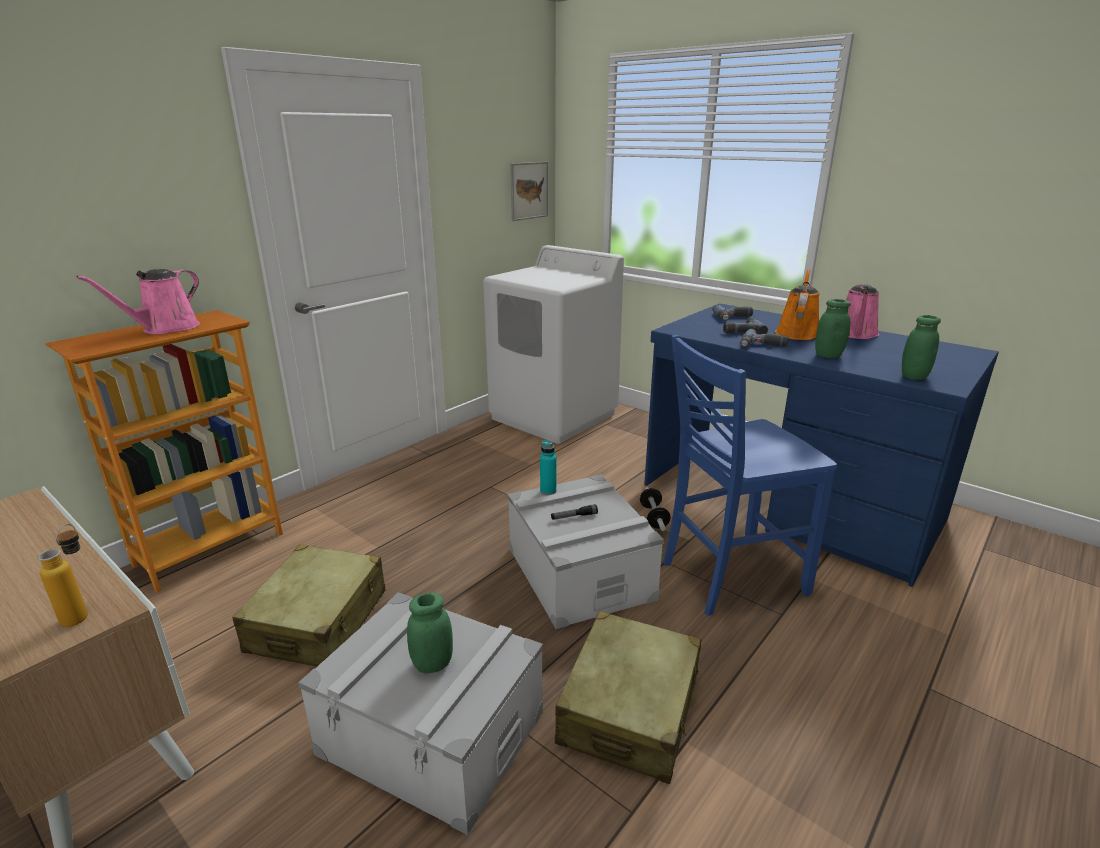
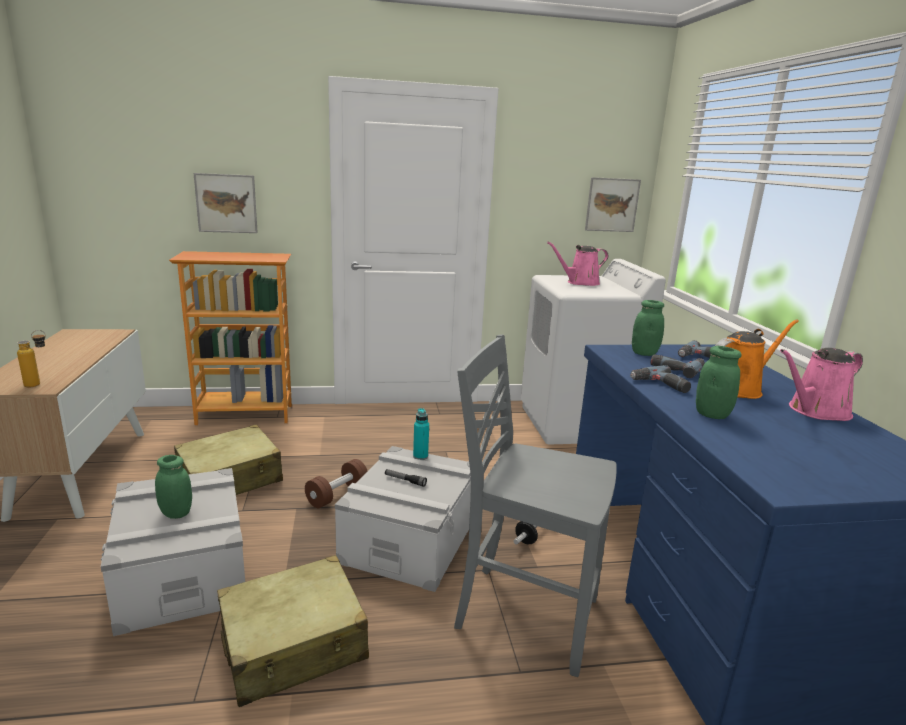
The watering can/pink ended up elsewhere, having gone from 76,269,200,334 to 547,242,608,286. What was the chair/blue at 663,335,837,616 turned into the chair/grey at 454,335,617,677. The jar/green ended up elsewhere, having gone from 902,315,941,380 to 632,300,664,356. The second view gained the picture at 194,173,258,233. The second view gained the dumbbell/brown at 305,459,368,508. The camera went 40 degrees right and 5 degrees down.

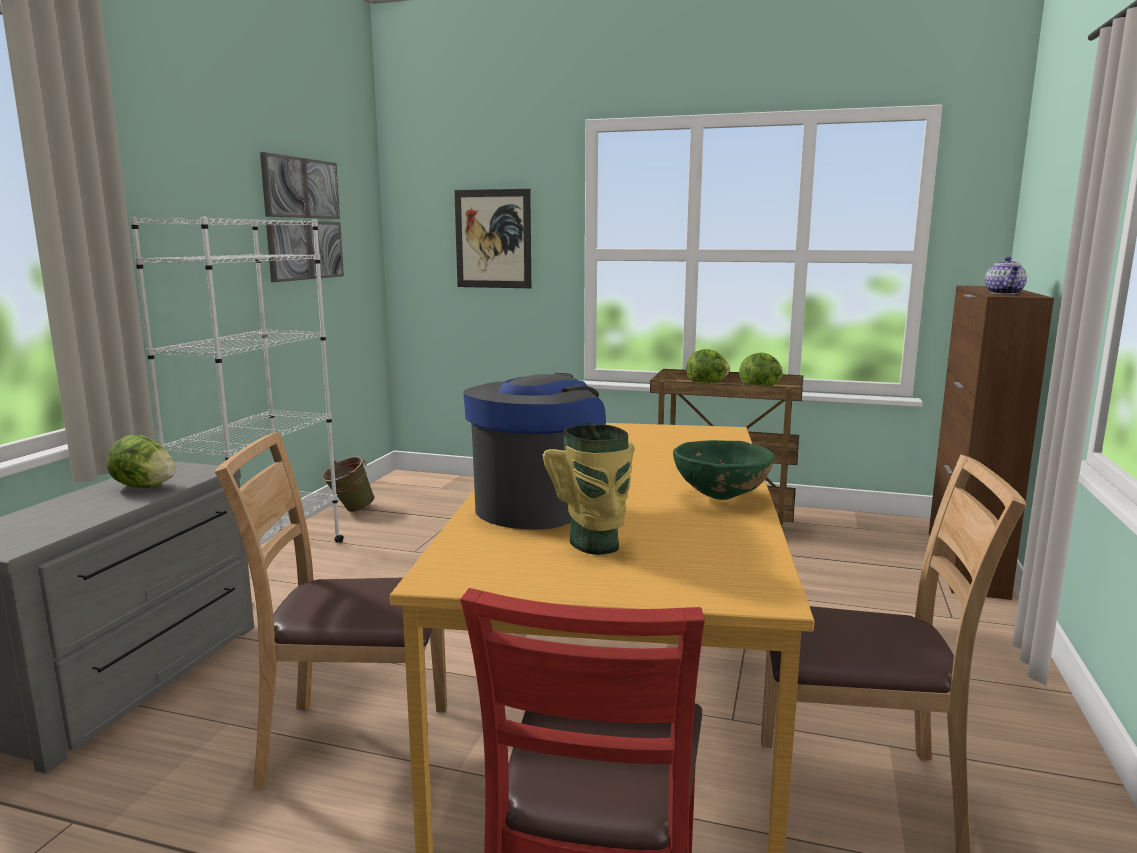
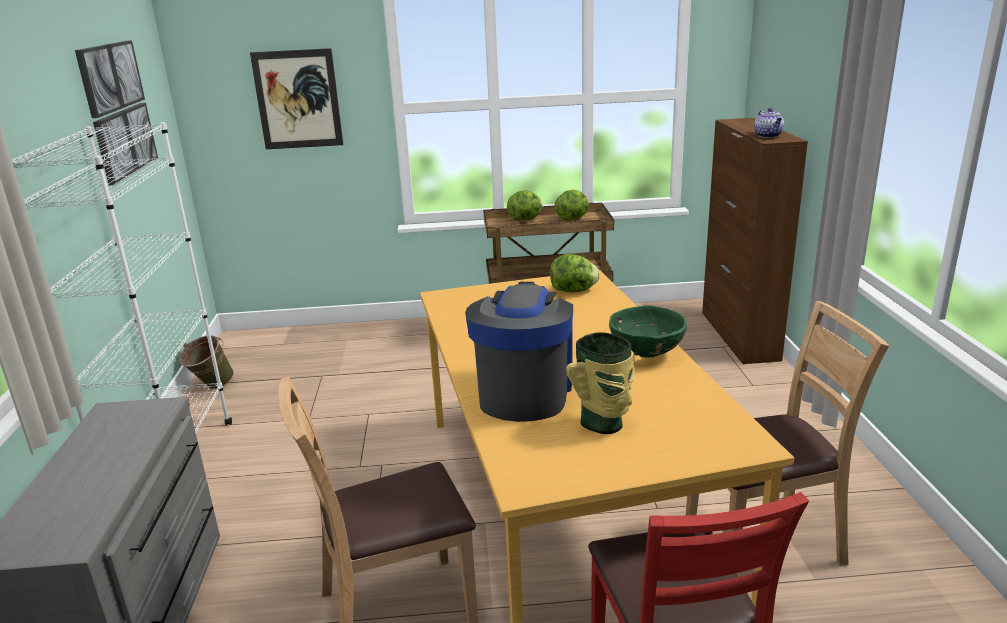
The lettuce ended up elsewhere, having gone from 106,435,176,488 to 550,254,600,292. The camera went 20 degrees left and 10 degrees up.

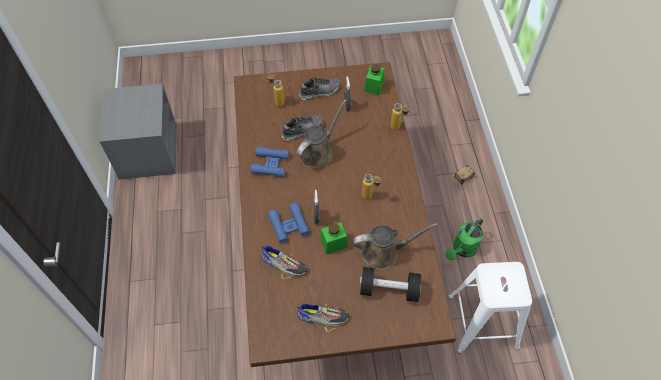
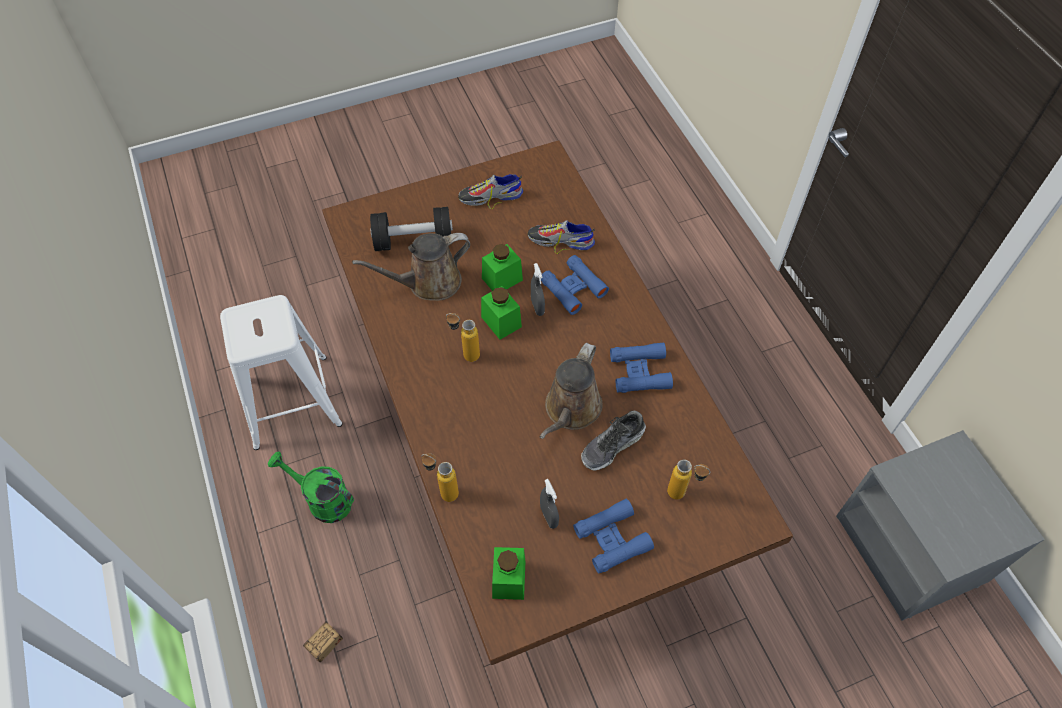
Where the shoe stood at 299,77,340,100, the binoculars/blue came to stand at 573,499,654,574. The watering can/green at 445,218,483,260 ended up facing another way, 90 degrees counterclockwise from before. The second view gained the jar/green at 481,286,522,340. The camera went 165 degrees right and 0 degrees up.

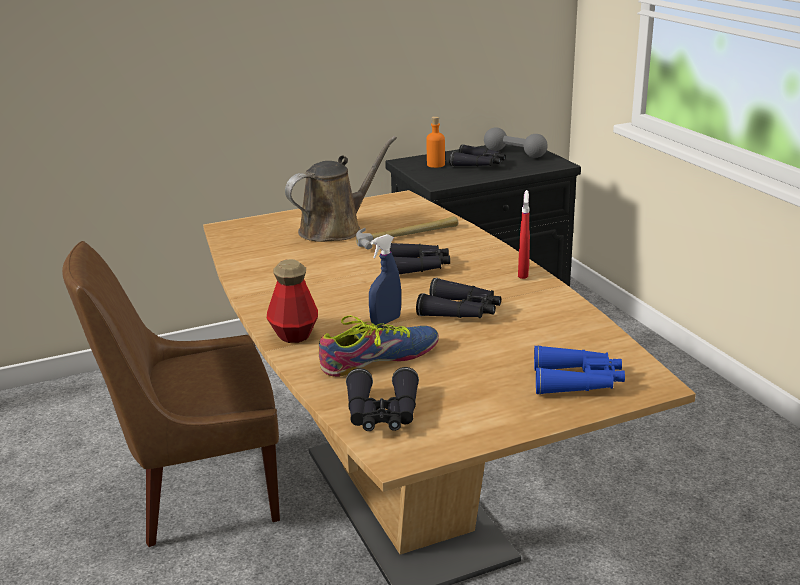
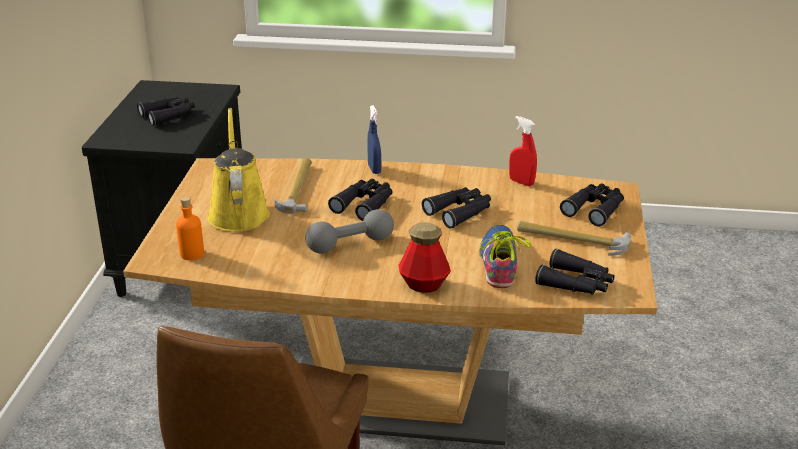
What was the watering can/brown at 285,136,397,242 turned into the watering can/yellow at 207,108,270,232. The spray bottle/blue ended up elsewhere, having gone from 369,234,401,326 to 367,105,381,174. The bottle/orange ended up elsewhere, having gone from 426,116,445,168 to 176,196,204,260. The dumbbell/grey ended up elsewhere, having gone from 484,127,548,158 to 305,209,394,253. The spray bottle/red ended up elsewhere, having gone from 518,190,530,279 to 509,116,537,186. What was the binoculars/blue at 534,345,625,395 turned into the binoculars/black at 560,183,624,226. The second view gained the hammer at 517,220,631,256. The camera went 60 degrees left and 5 degrees up.

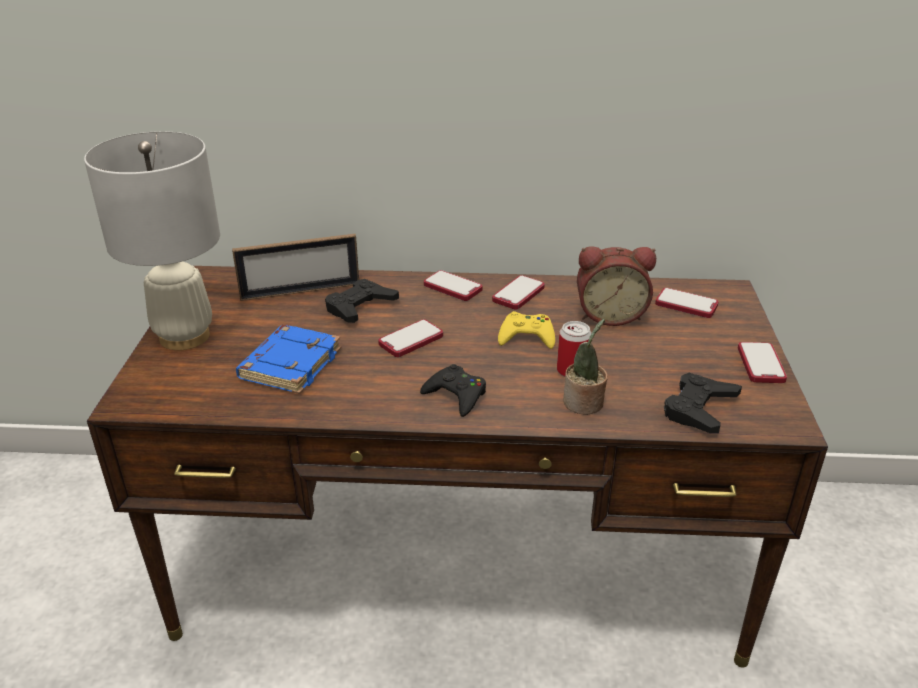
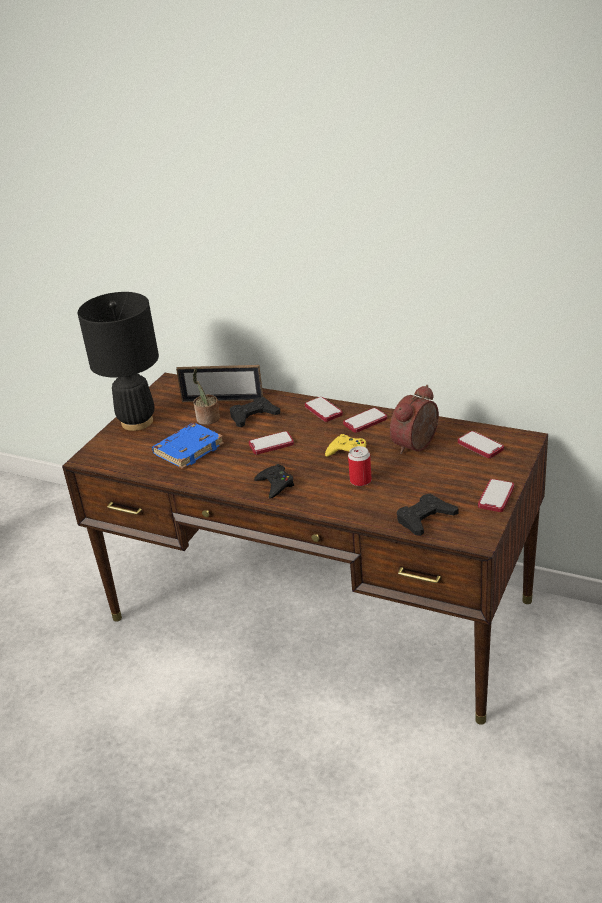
What was the table lamp/white at 84,131,220,350 turned into the table lamp/black at 78,292,159,431. The potted plant ended up elsewhere, having gone from 563,319,608,415 to 193,367,220,425. The alarm clock at 577,246,656,326 ended up facing another way, 105 degrees clockwise from before. The camera went 25 degrees right and 0 degrees up.

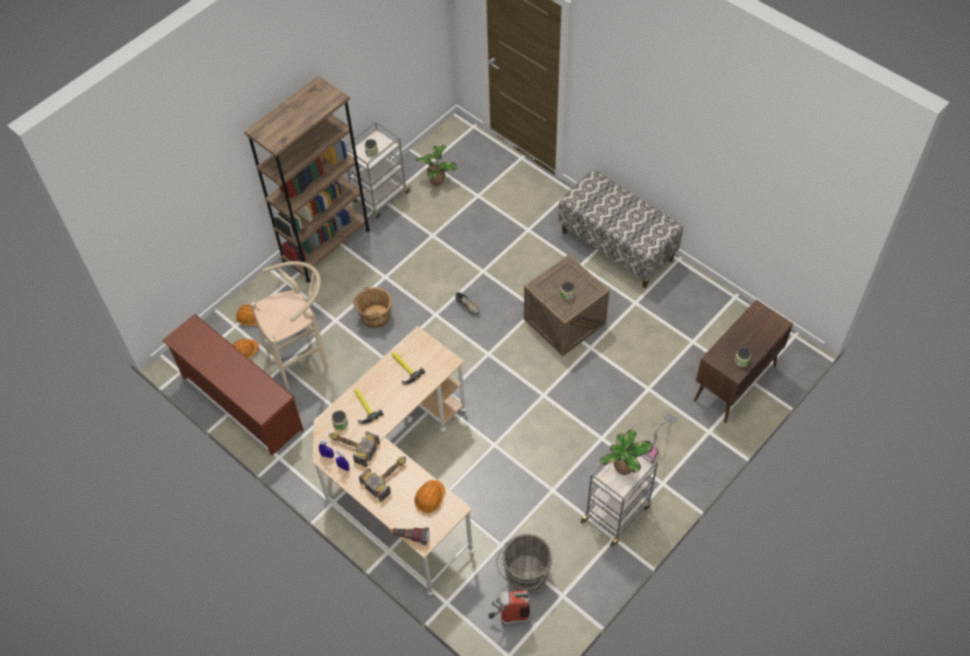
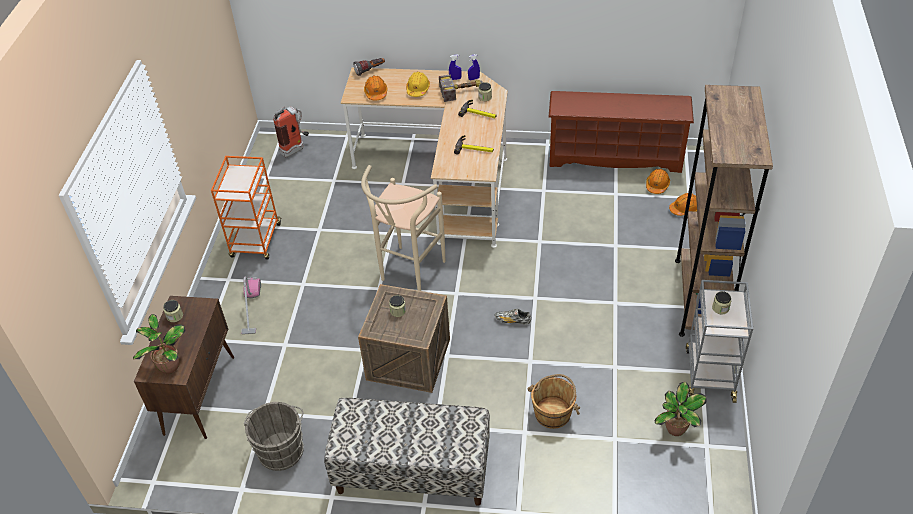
The stool/beige ended up elsewhere, having gone from 251,261,328,390 to 361,165,445,291. The bucket/brown ended up elsewhere, having gone from 353,287,391,328 to 527,374,580,429. Where the hammer stood at 359,456,406,502, the hard hat/yellow came to stand at 406,72,430,97. The bucket/grey ended up elsewhere, having gone from 496,534,552,593 to 244,402,304,471. What was the cart/grey at 580,443,658,547 turned into the cart/orange at 211,156,281,260. The potted plant ended up elsewhere, having gone from 600,429,653,475 to 133,314,186,374. The camera went 145 degrees right and 10 degrees down.

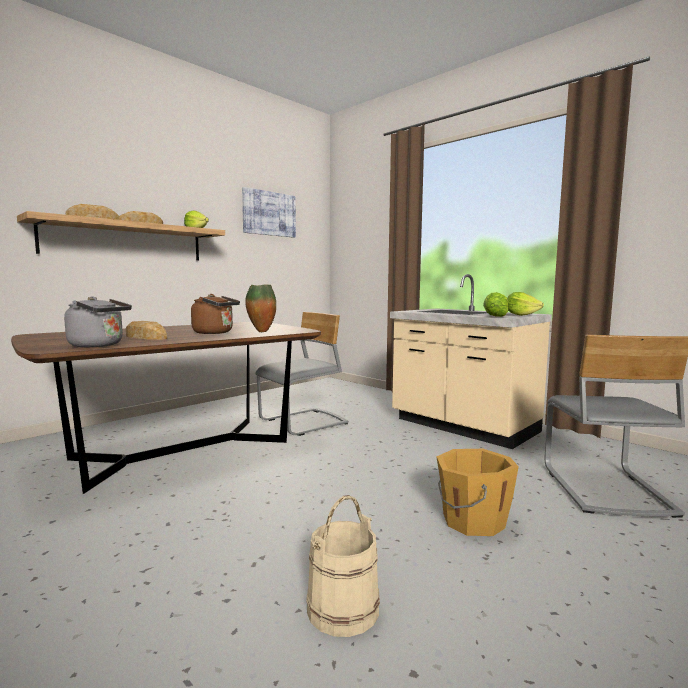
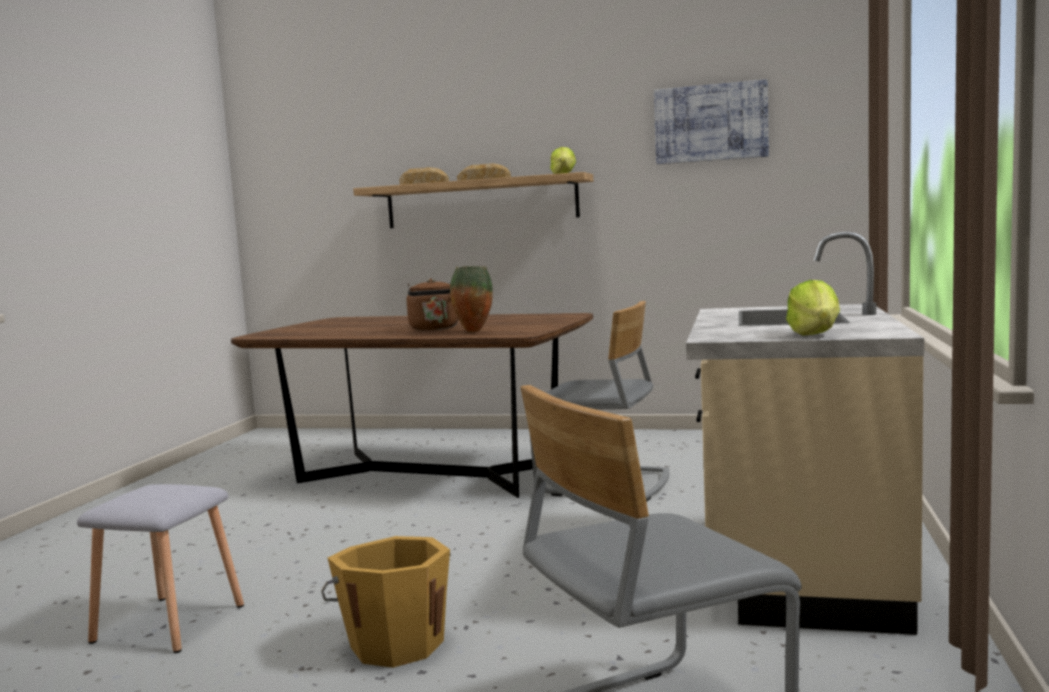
The second view lost the kettle/grey at 64,296,132,347. The second view lost the bread at 126,321,167,340. Where the bucket/beige stood at 306,495,380,637, the stool/grey came to stand at 77,484,244,653. The second view lost the lettuce at 483,292,508,317. The camera went 60 degrees right and 0 degrees up.

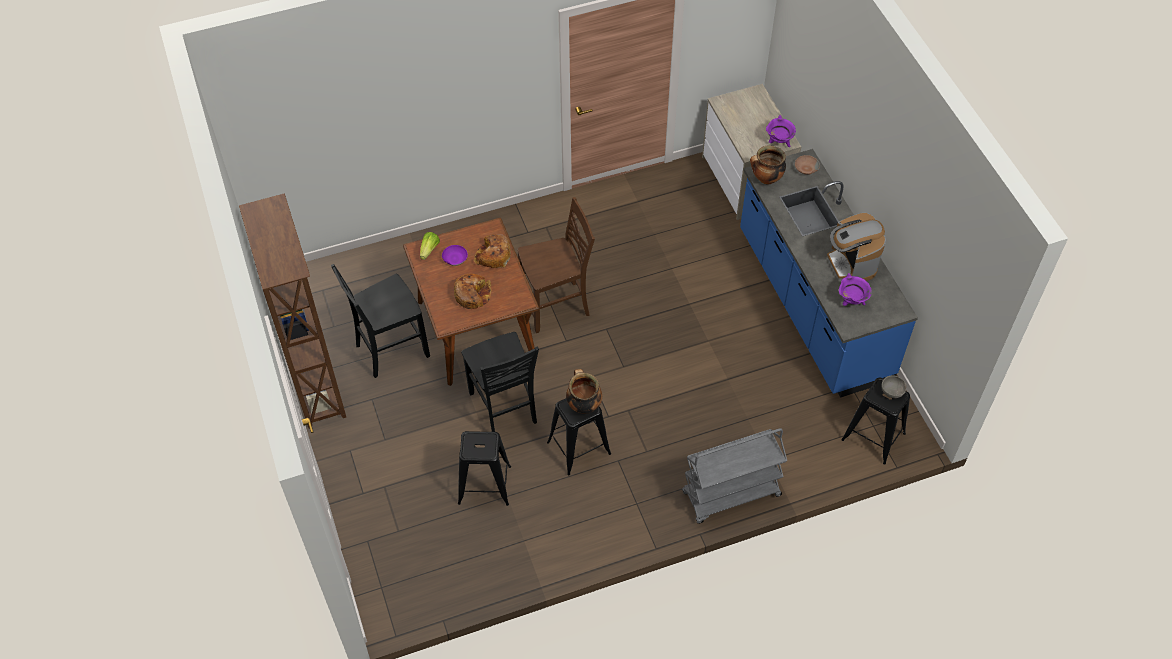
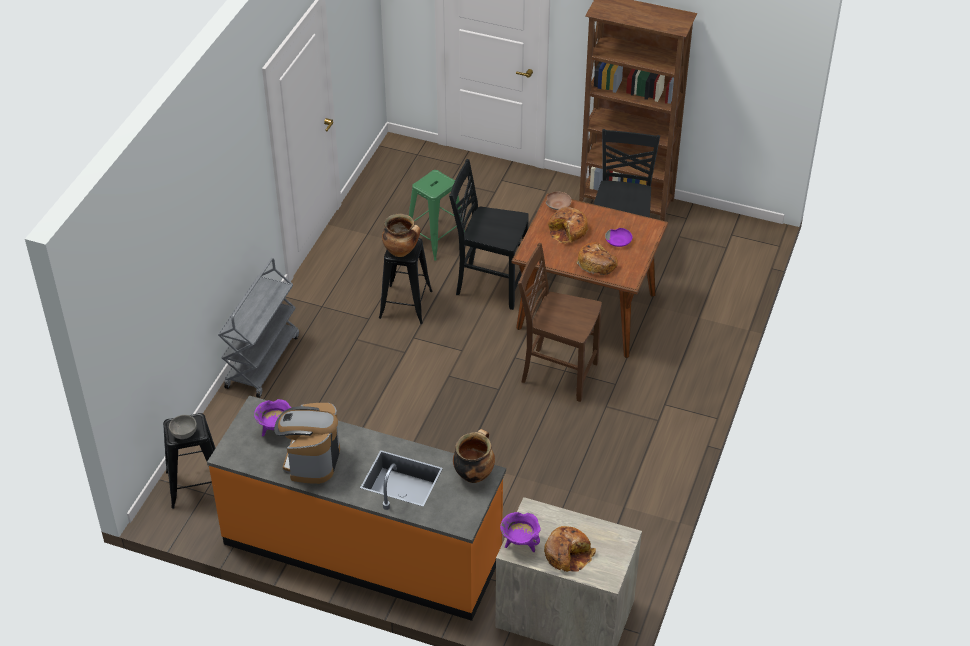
The second view lost the lettuce at 420,232,440,260. What was the stool/black at 458,431,511,506 turned into the stool/green at 409,170,465,261. The chair/brown at 518,197,595,333 ended up facing another way, 90 degrees clockwise from before. What was the counter/blue at 740,149,918,398 turned into the counter/orange at 207,395,506,621. The bowl/brown ended up elsewhere, having gone from 795,155,820,175 to 546,192,572,210. The coffee machine at 827,213,886,281 ended up facing another way, 105 degrees counterclockwise from before. The second view gained the bread at 544,526,596,572. The camera went 130 degrees right and 10 degrees down.

